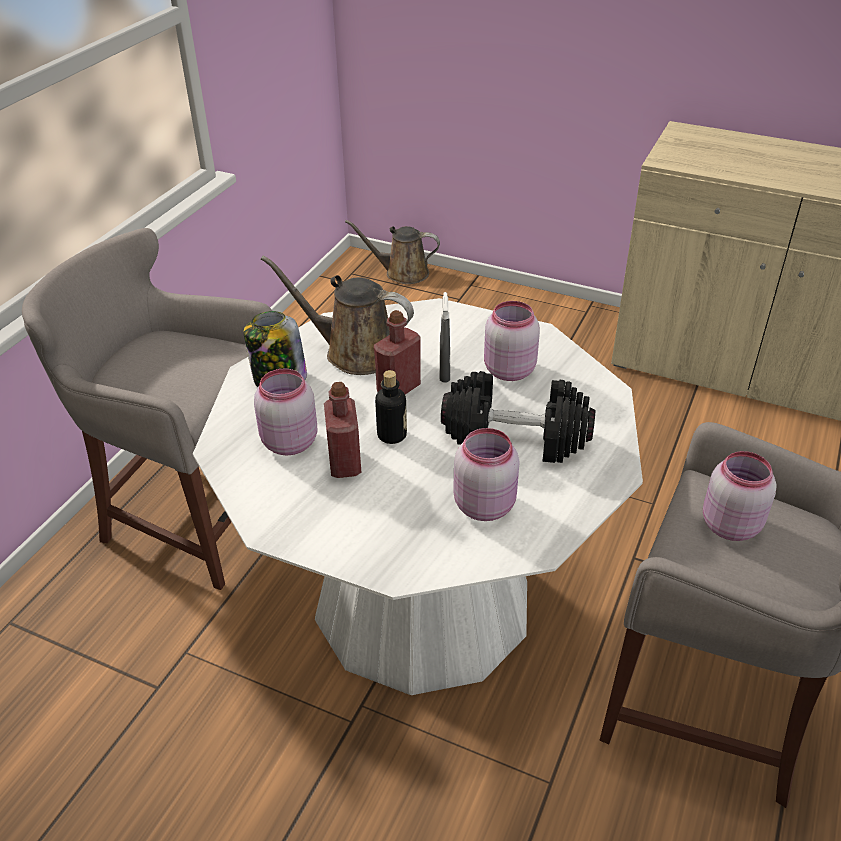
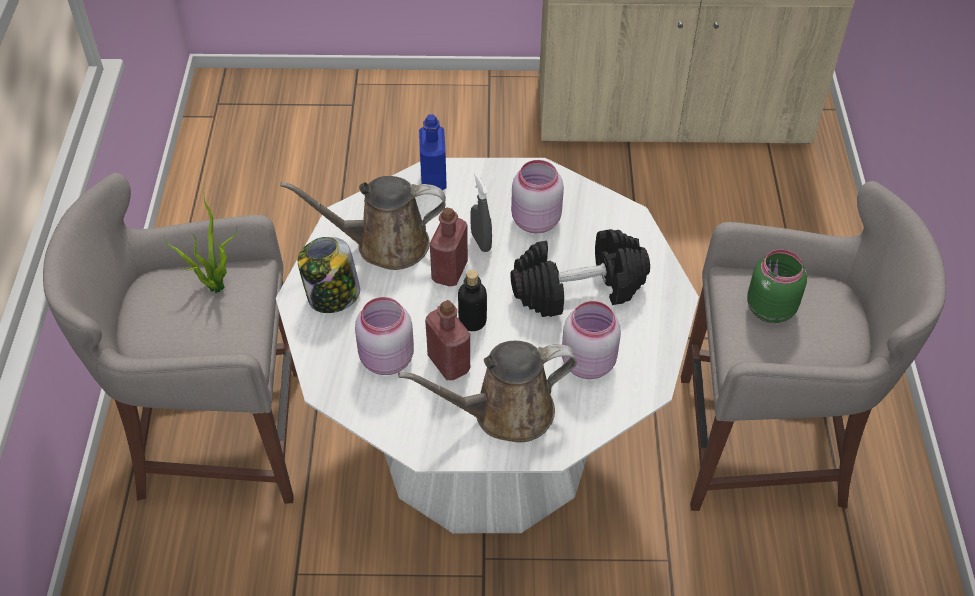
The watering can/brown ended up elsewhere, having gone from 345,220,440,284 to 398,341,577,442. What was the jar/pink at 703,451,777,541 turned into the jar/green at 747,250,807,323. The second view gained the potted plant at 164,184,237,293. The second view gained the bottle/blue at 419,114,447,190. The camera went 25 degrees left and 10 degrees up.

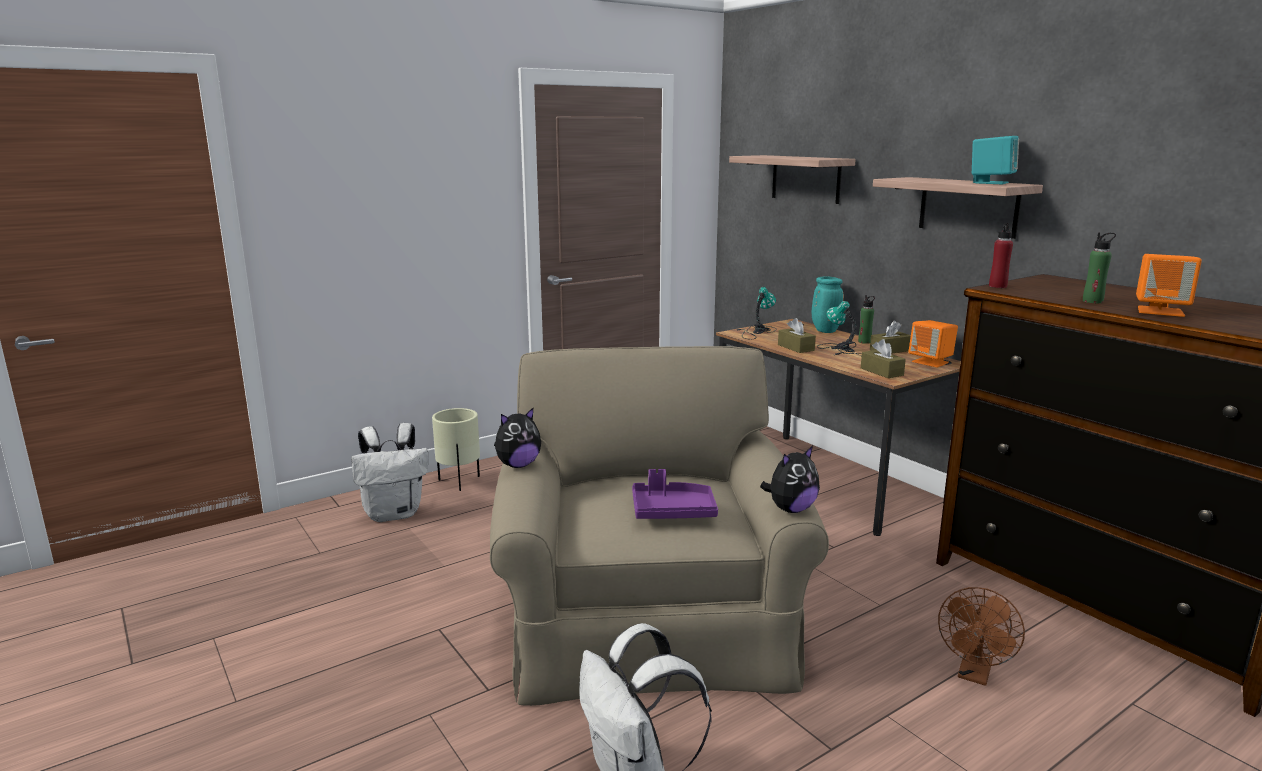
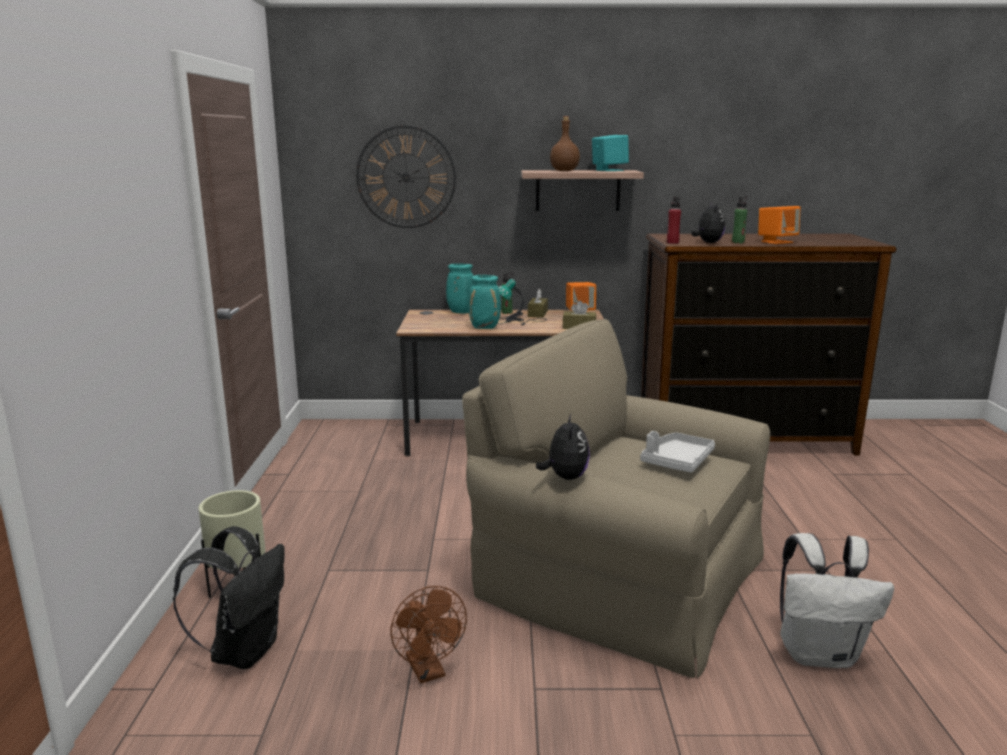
What was the backpack/white at 351,423,428,522 turned into the backpack/black at 173,526,285,669. What was the tray/purple at 632,469,718,519 turned into the tray/grey at 640,431,715,473. Where the shelf hung at 729,155,856,204, the wall clock came to hang at 356,125,456,228. The second view lost the table lamp at 737,287,776,339. The plush toy ended up elsewhere, having gone from 760,446,820,513 to 691,202,725,243. Where the tissue box/brown stood at 778,318,816,353, the vase/turquoise came to stand at 469,275,501,329. The fan/brown ended up elsewhere, having gone from 938,587,1025,686 to 390,586,467,684. The second view gained the bottle/brown at 550,116,580,171. The camera went 55 degrees left and 0 degrees up.

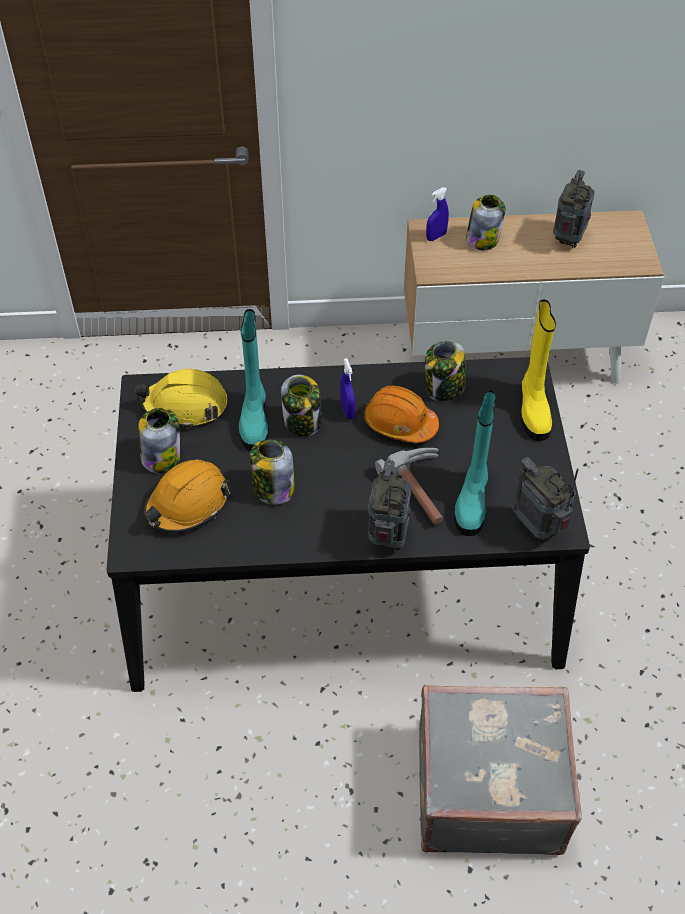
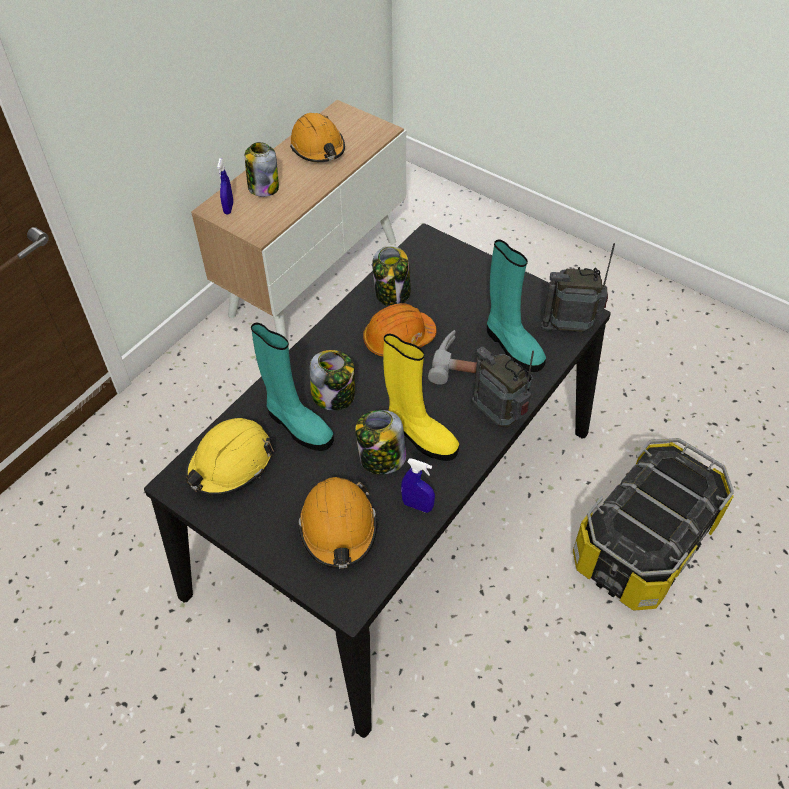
The second view lost the jar at 138,408,181,473. The spray bottle/blue ended up elsewhere, having gone from 340,358,355,419 to 401,458,435,513. Where the suitcase/grey stood at 419,685,582,855, the storage box came to stand at 573,438,734,610. The boot/yellow ended up elsewhere, having gone from 520,299,556,441 to 383,333,459,461. Where the radio stood at 553,170,595,248, the hard hat/orange came to stand at 290,113,345,162. The camera went 50 degrees left and 0 degrees up.

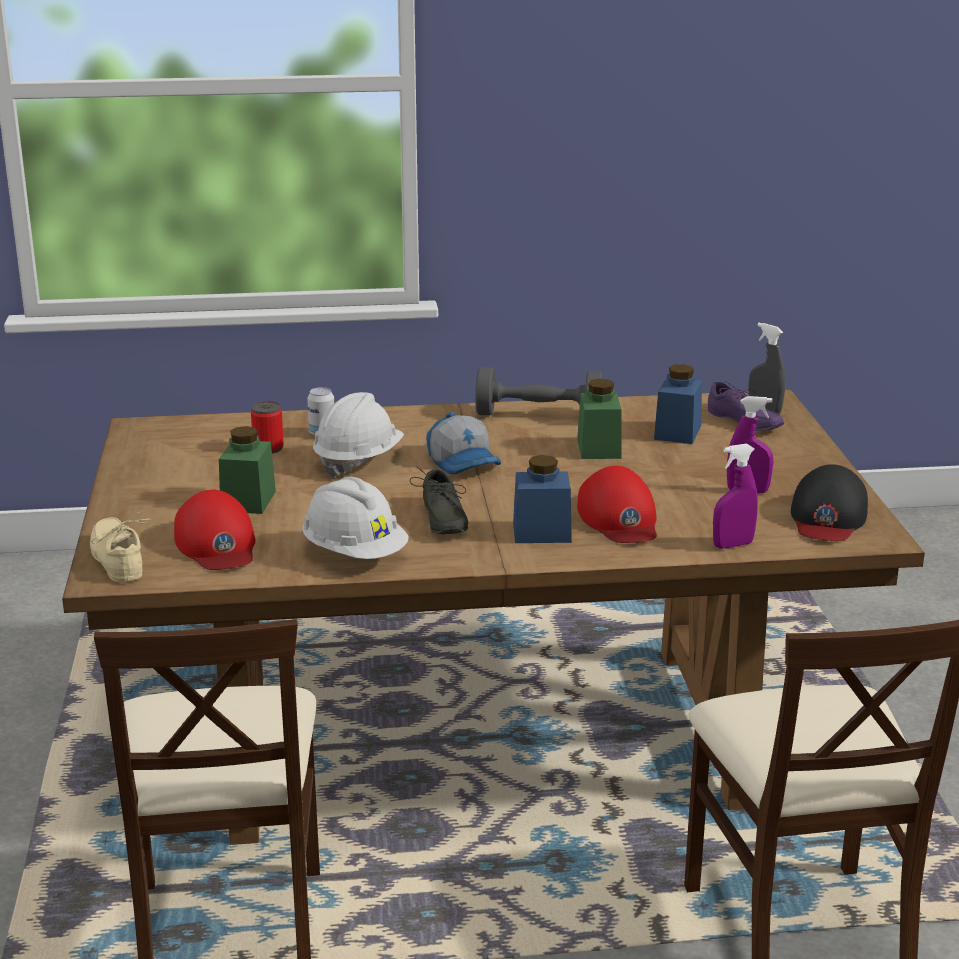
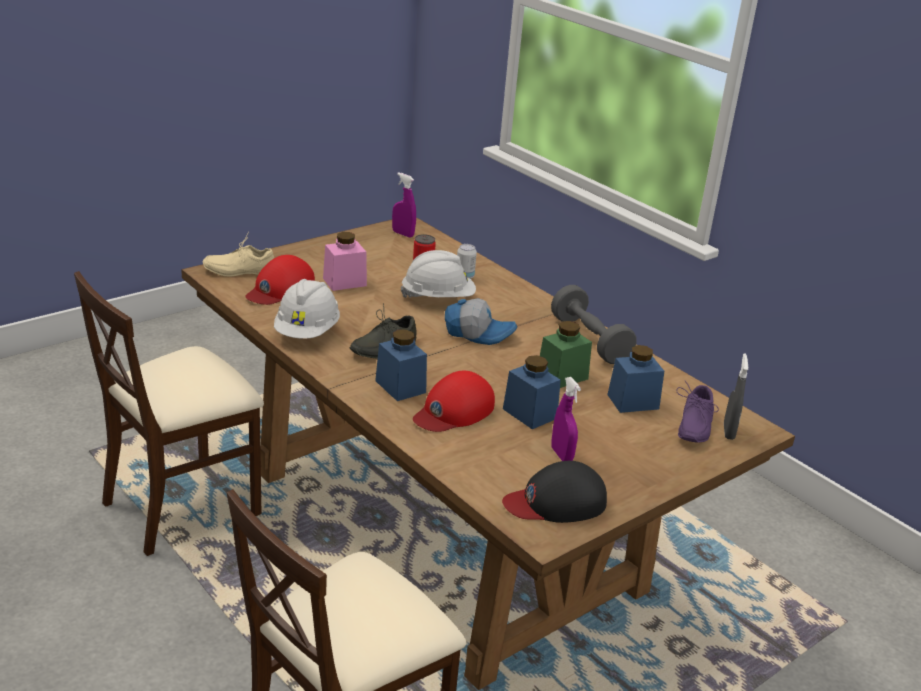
The shoe/beige at 90,510,151,583 ended up facing another way, 135 degrees counterclockwise from before. What was the jar/green at 219,426,276,514 turned into the jar/pink at 323,232,367,291. The cap at 426,412,501,474 ended up facing another way, 105 degrees counterclockwise from before. The spray bottle/purple ended up elsewhere, having gone from 713,443,758,549 to 392,172,416,238. The second view gained the jar/blue at 503,355,561,429. The camera went 55 degrees right and 5 degrees up.

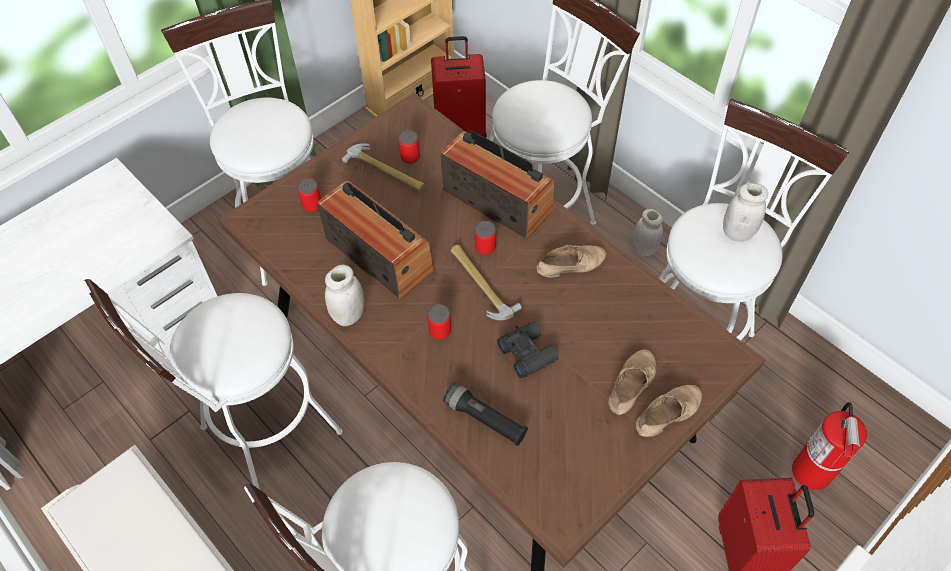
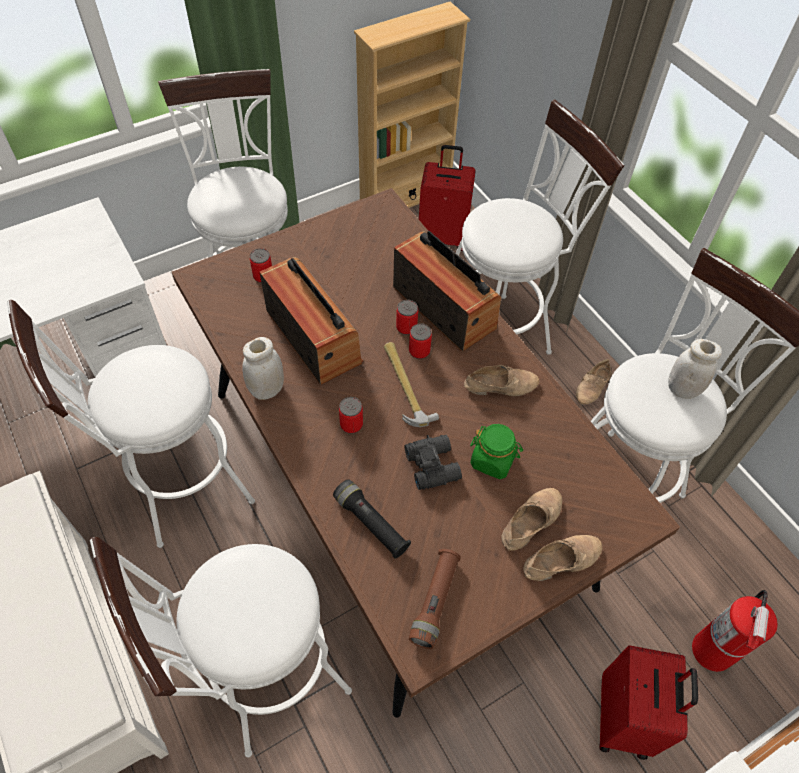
The second view lost the hammer at 342,143,425,192. The can ended up elsewhere, having gone from 398,130,420,164 to 396,300,418,335. Where the jar/white stood at 633,209,663,256, the shoe/beige came to stand at 576,359,612,405. The second view gained the flashlight/brown at 409,549,461,649. The second view gained the jar/green at 470,424,523,479. The camera went 10 degrees right and 0 degrees up.

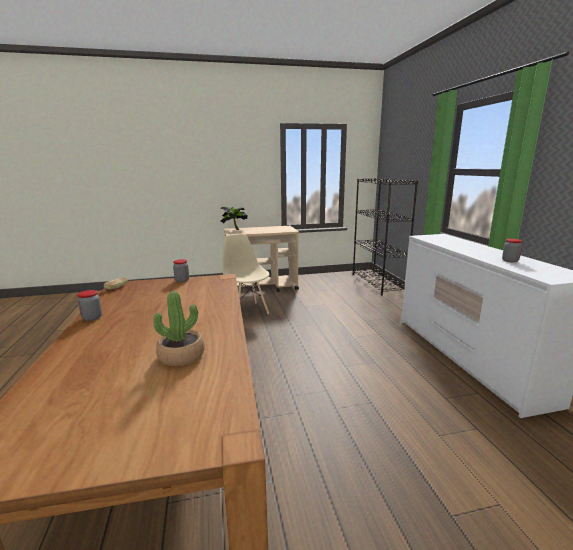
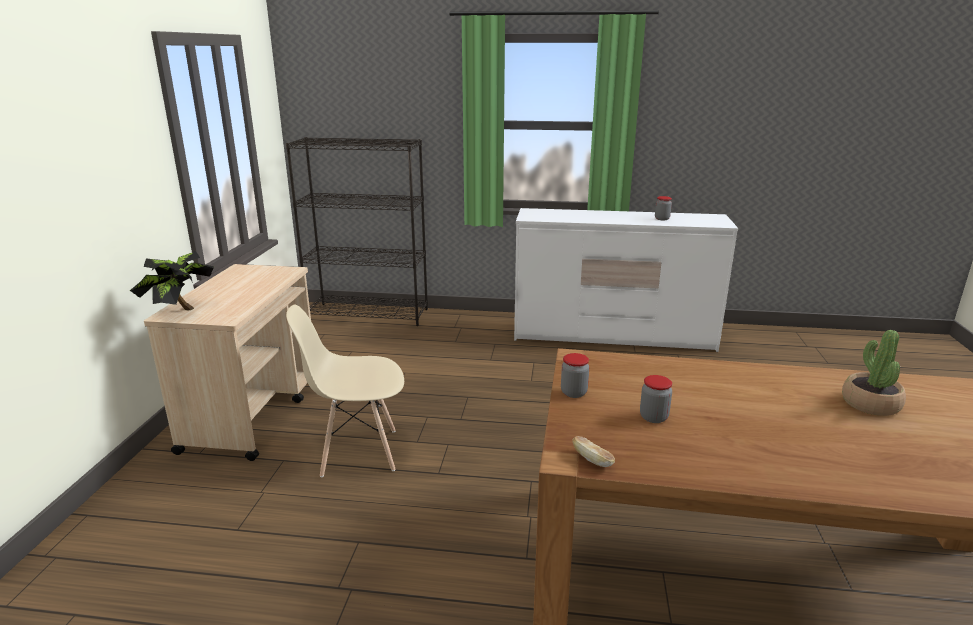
The jar ended up elsewhere, having gone from 77,290,102,321 to 640,375,672,423. The camera went 70 degrees left and 5 degrees up.

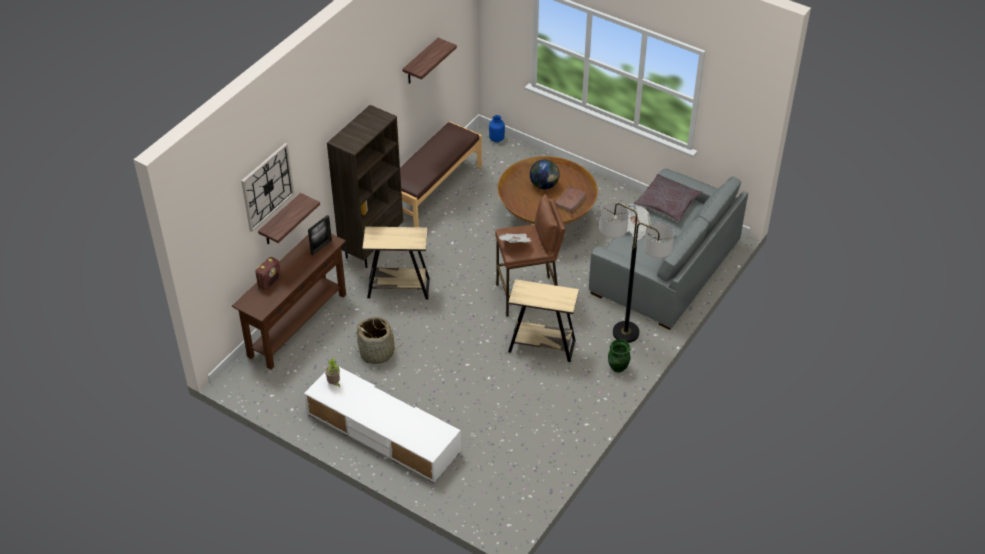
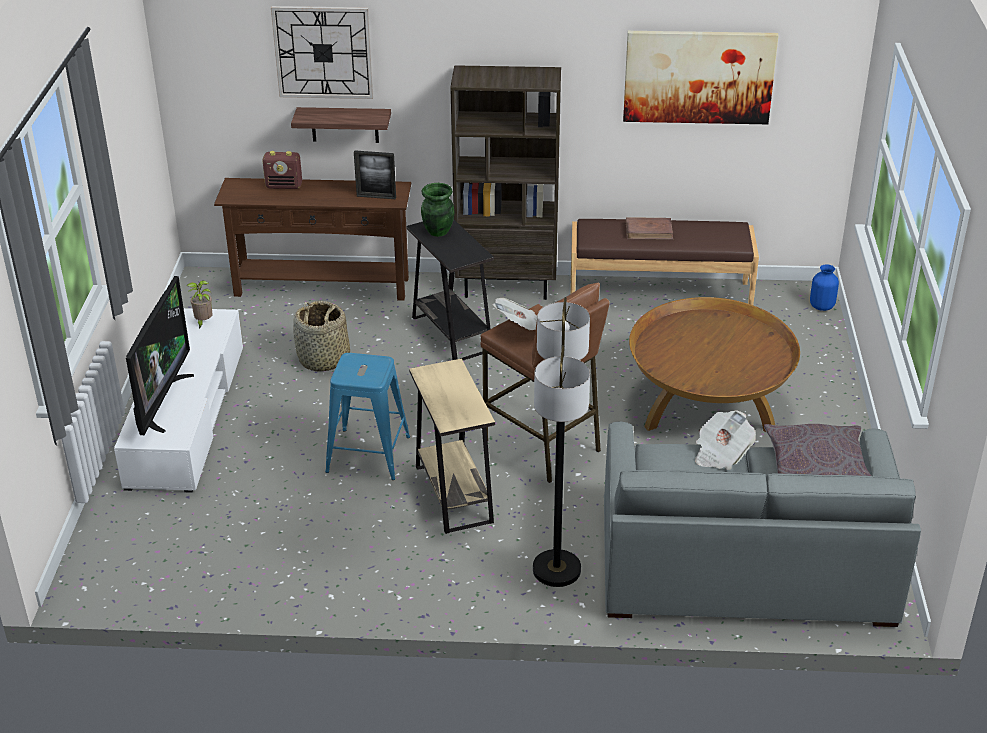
What was the side table/beige at 362,227,430,299 turned into the side table/black at 407,220,494,360. Where the shelf hung at 402,38,457,84, the picture came to hang at 623,31,779,124. The second view lost the globe at 530,159,560,189. The book/brown ended up elsewhere, having gone from 556,186,587,214 to 626,217,673,240. The vase/green ended up elsewhere, having gone from 608,339,631,373 to 421,183,454,237. The second view gained the television at 126,276,194,435. The second view gained the stool/blue at 325,353,410,480. The camera went 60 degrees right and 10 degrees down.

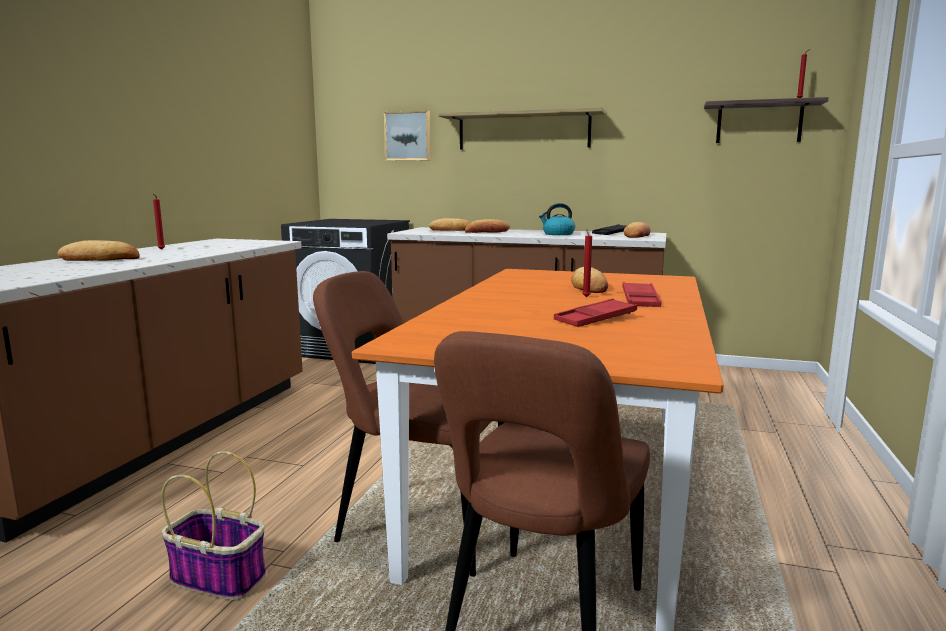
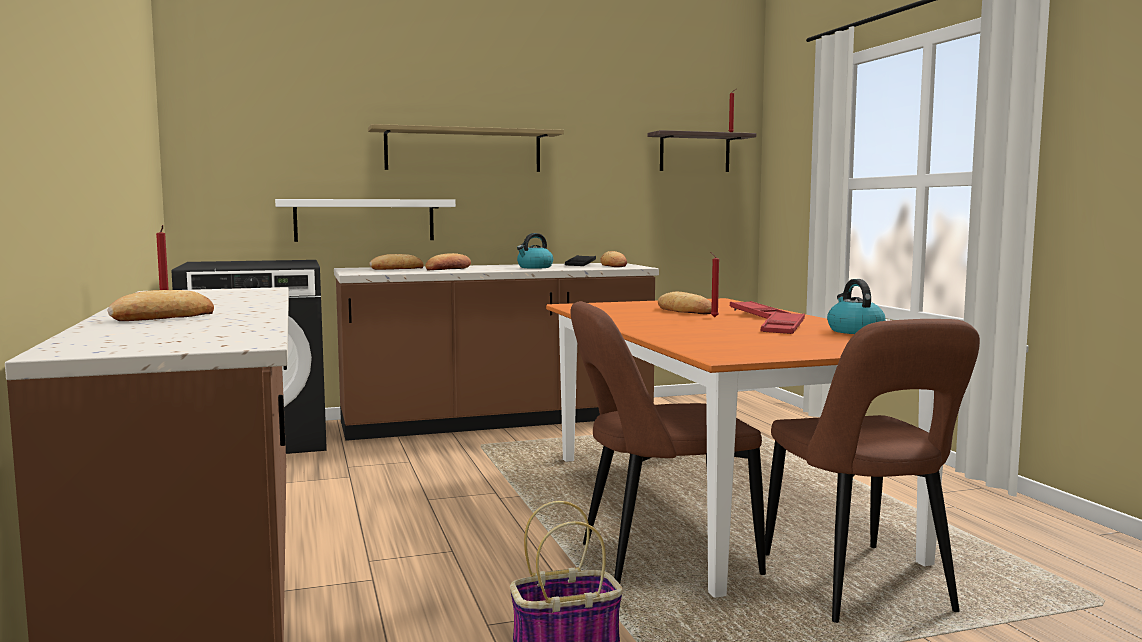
The second view lost the picture at 384,110,431,161. The second view gained the shelf/white at 275,199,456,242. The second view gained the kettle at 827,279,885,334. The camera went 35 degrees left and 5 degrees down.

